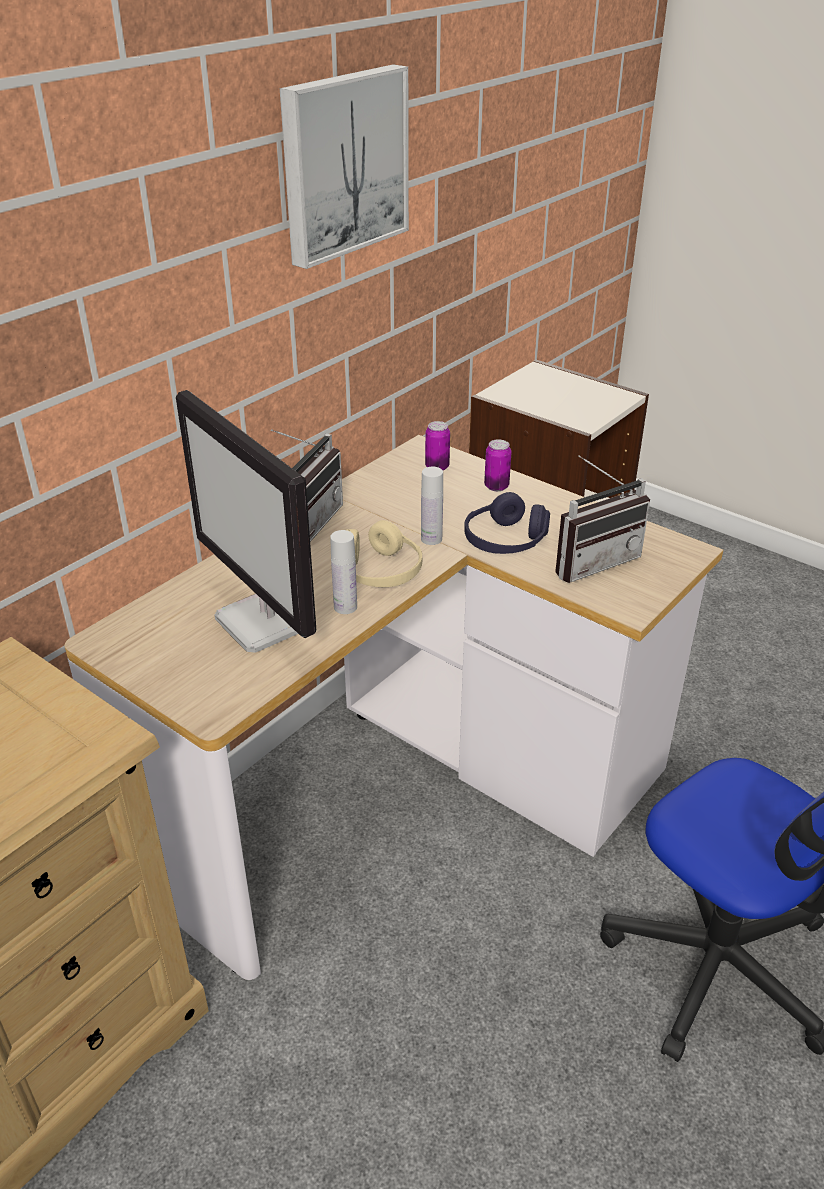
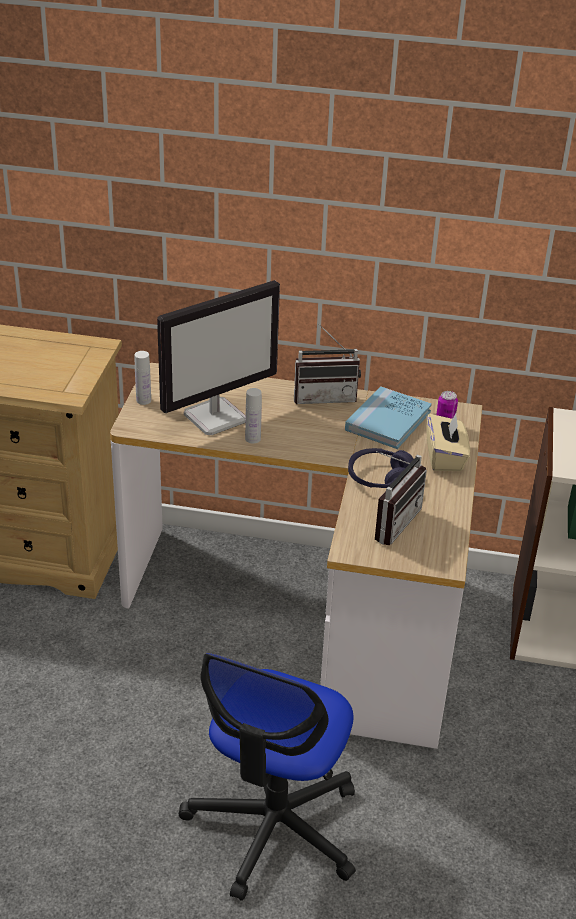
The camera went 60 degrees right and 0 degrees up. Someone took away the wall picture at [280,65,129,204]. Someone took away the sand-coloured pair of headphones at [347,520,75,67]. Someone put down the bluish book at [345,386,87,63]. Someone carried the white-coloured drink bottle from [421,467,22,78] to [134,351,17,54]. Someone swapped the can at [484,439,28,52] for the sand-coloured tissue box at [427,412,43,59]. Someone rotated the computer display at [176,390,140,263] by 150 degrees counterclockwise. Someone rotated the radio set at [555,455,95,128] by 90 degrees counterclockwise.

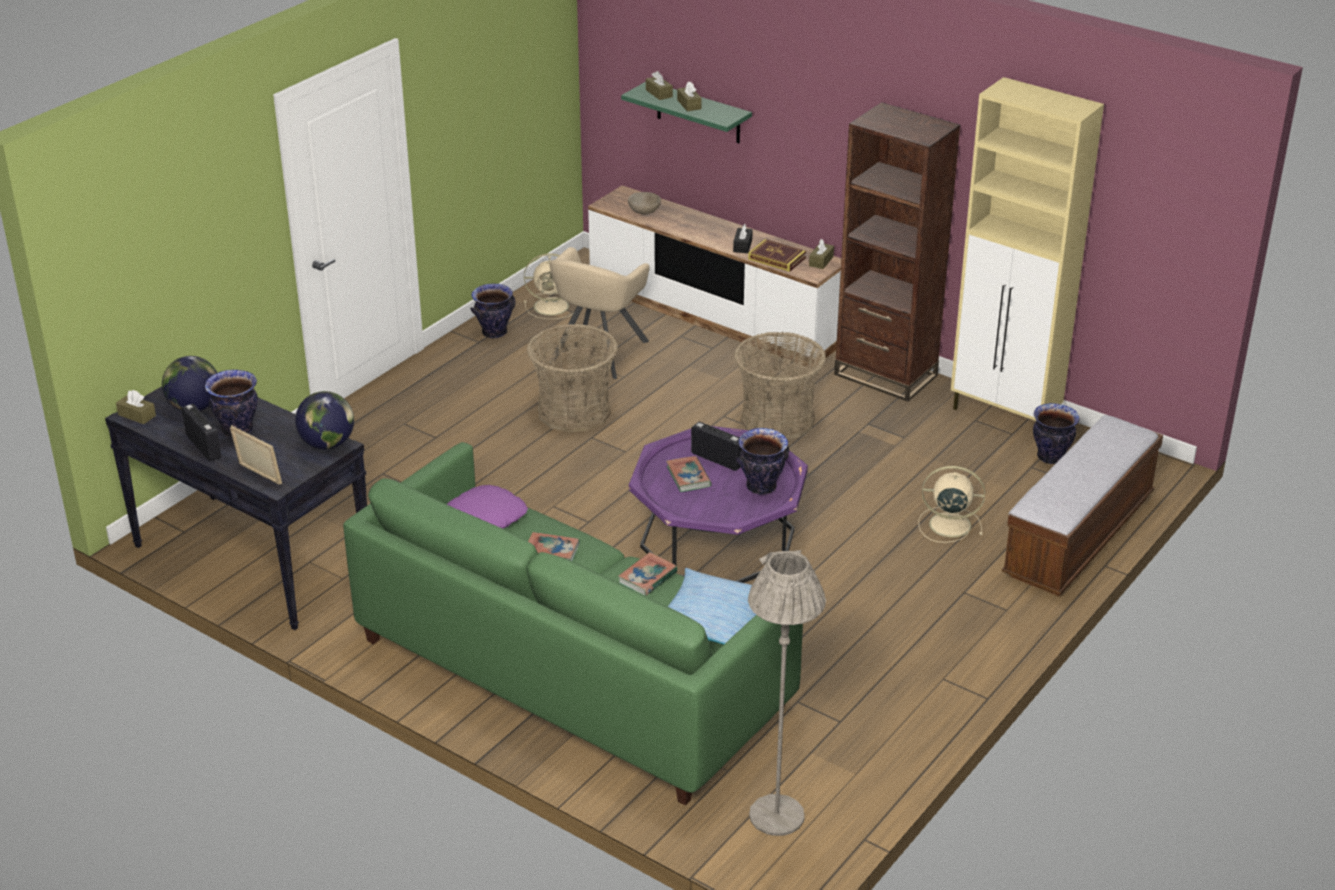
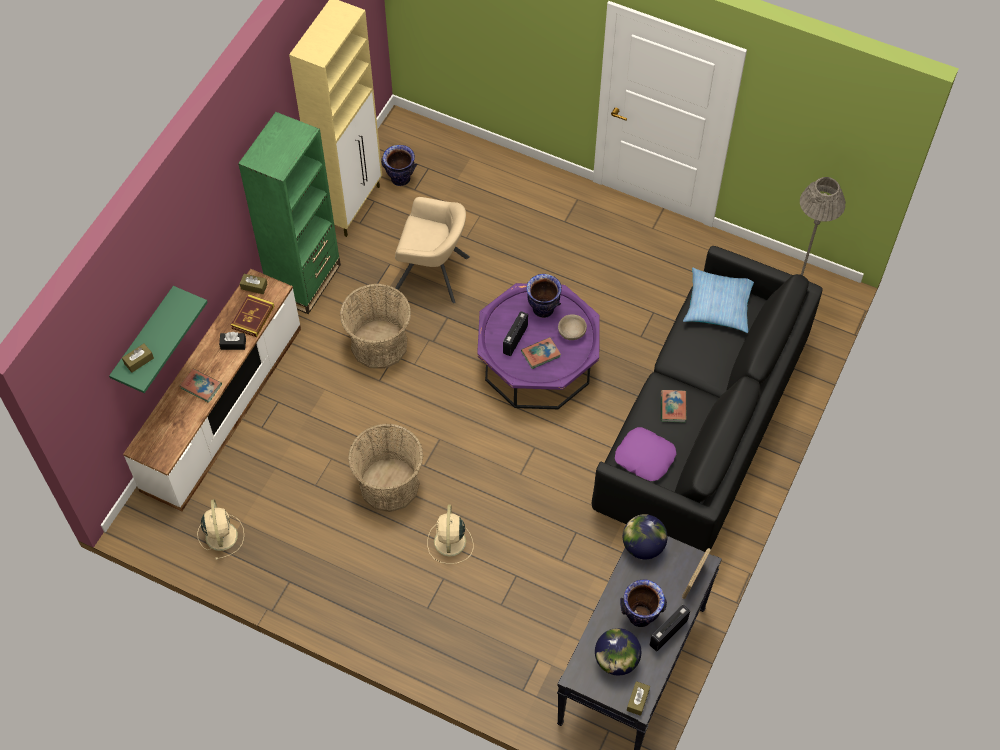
The camera went 100 degrees left and 25 degrees up. Someone took away the vase at [470,284,45,54]. Someone took away the brown-coloured tissue box at [677,82,25,29]. Someone took away the long seat at [1002,415,161,182]. Someone carried the sand-coloured armchair from [549,247,101,132] to [395,197,75,106]. Someone carried the book from [618,552,60,44] to [180,368,42,35]. Someone carried the sand-coloured serving bowl from [628,192,33,23] to [558,314,29,26]. Someone carried the sand-coloured fan from [918,466,67,77] to [427,505,46,59]. Someone repainted the greenish settee at [343,442,460,363], which became the black-coloured settee at [592,246,231,306]. Someone repainted the brown-coloured shelving unit at [834,102,127,300], which became the greenish shelving unit at [238,112,103,202].

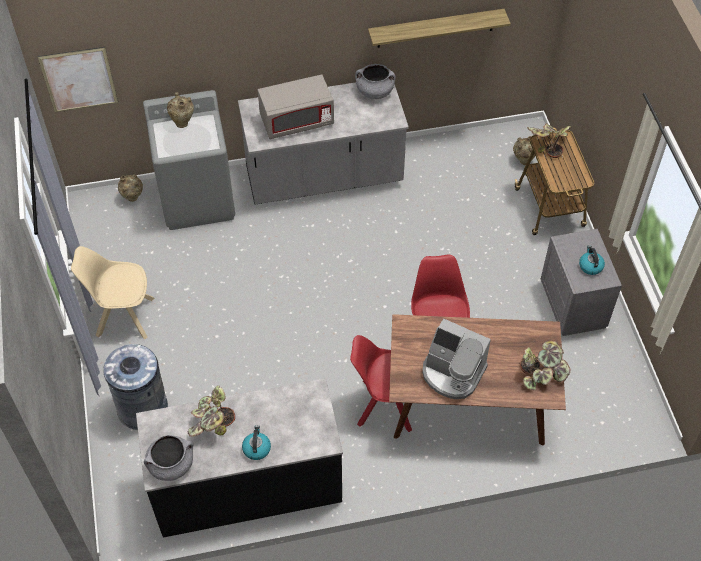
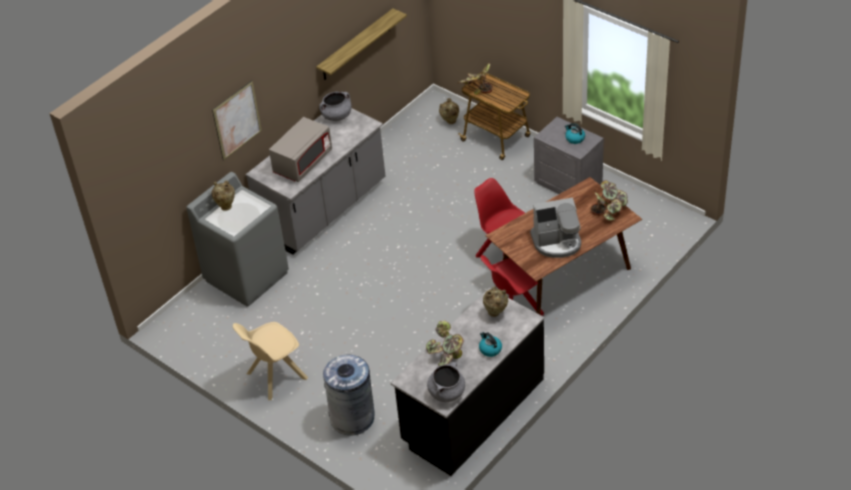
The camera went 35 degrees left and 10 degrees down. Someone carried the wall picture from [38,47,80,65] to [212,81,50,80]. Someone carried the sand-coloured vase from [118,174,25,28] to [483,286,25,31].

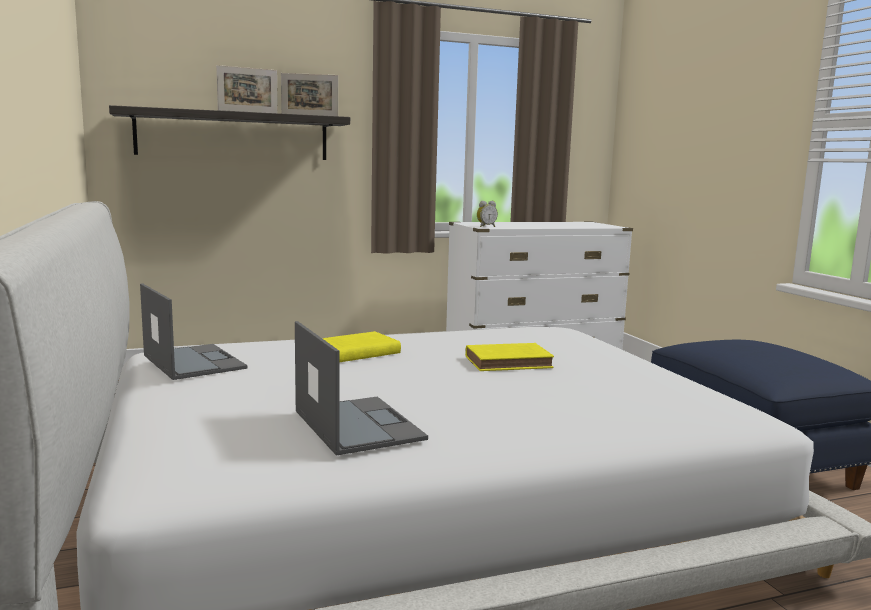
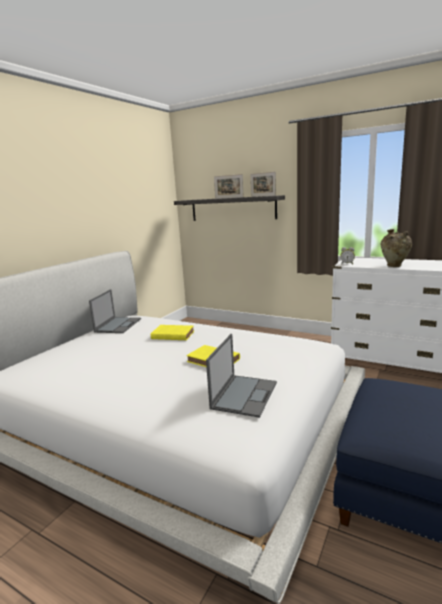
The camera went 50 degrees right and 5 degrees up. Someone put down the sand-coloured vase at [380,229,32,38]. Someone carried the laptop from [295,321,133,135] to [206,334,71,84].

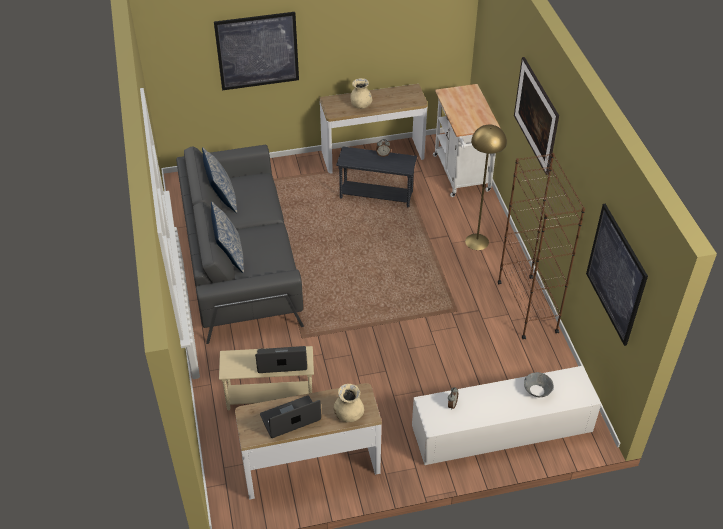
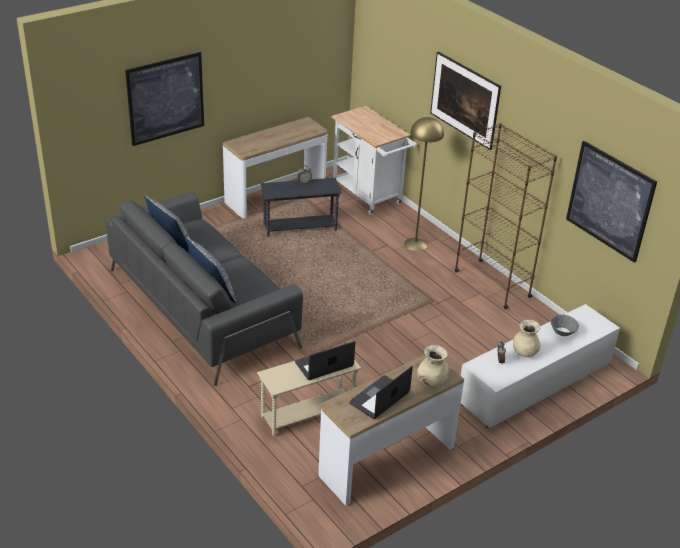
The camera went 25 degrees left and 10 degrees down. Someone carried the sand-coloured vase from [351,78,22,31] to [513,320,28,37].

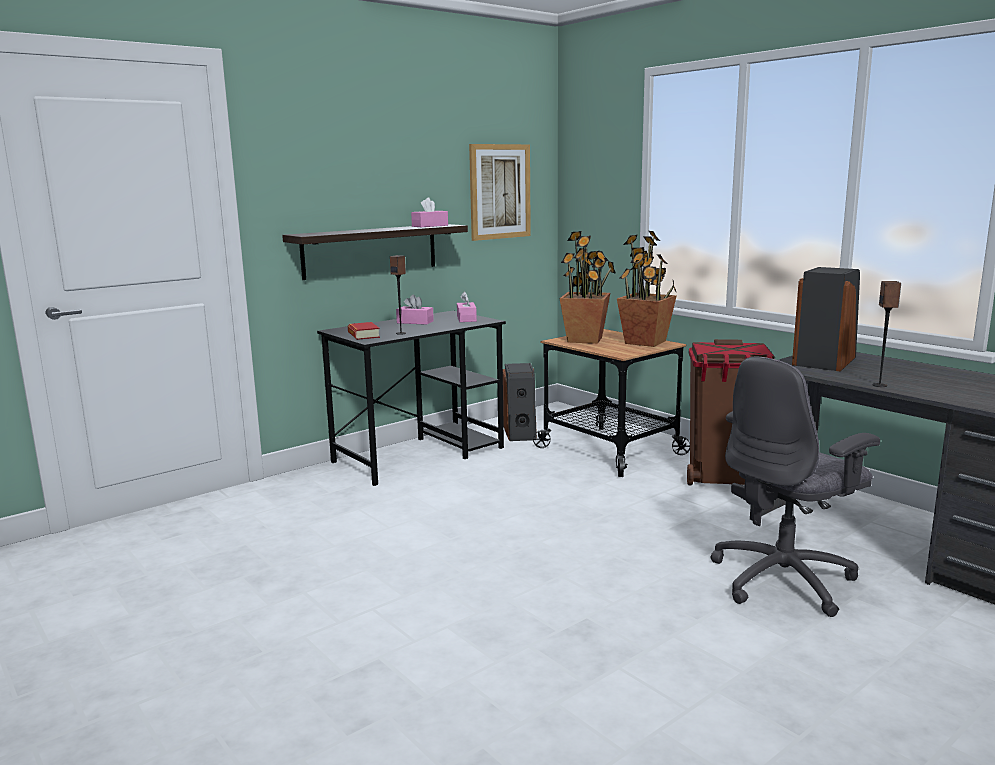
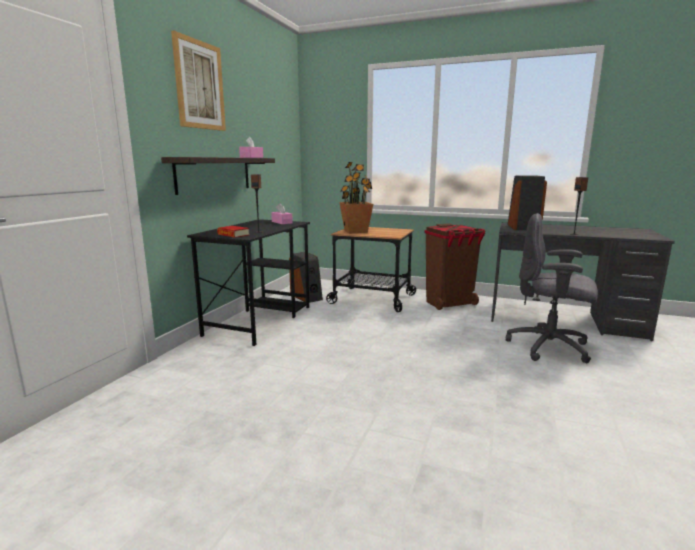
The camera went 30 degrees left and 0 degrees up. Someone took away the pink tissue box at [396,294,38,31]. Someone took away the plant in a pot at [617,231,60,116]. Someone carried the wall picture from [469,144,62,97] to [171,30,55,101]. Someone rotated the grey desk chair at [710,356,170,261] by 90 degrees clockwise.

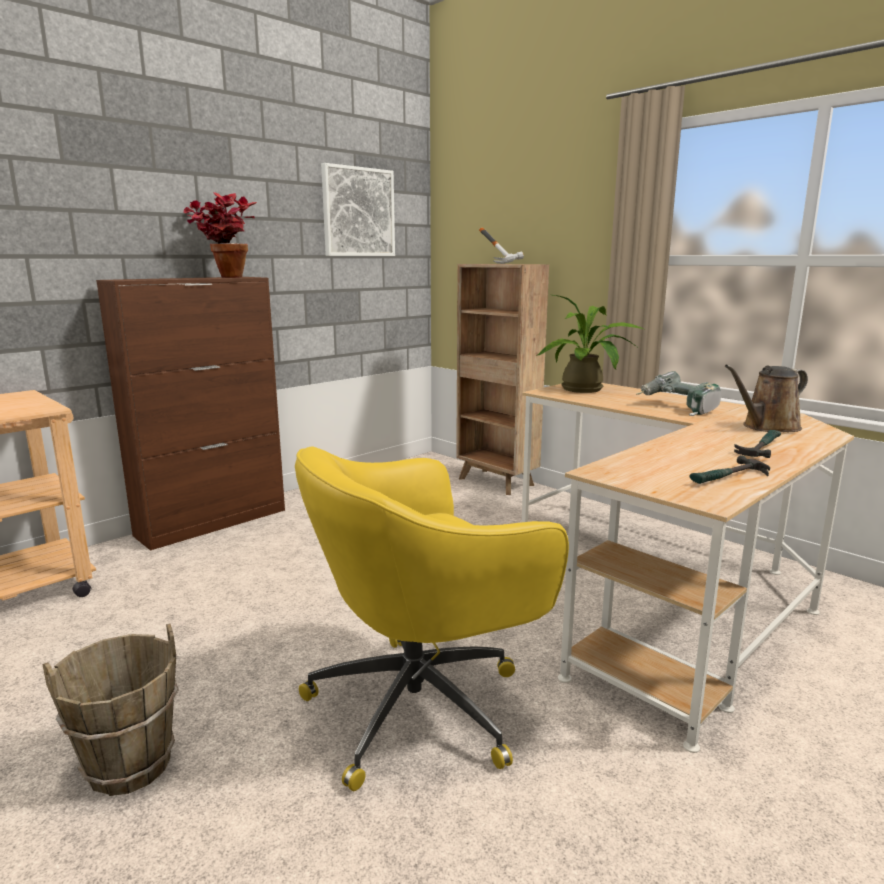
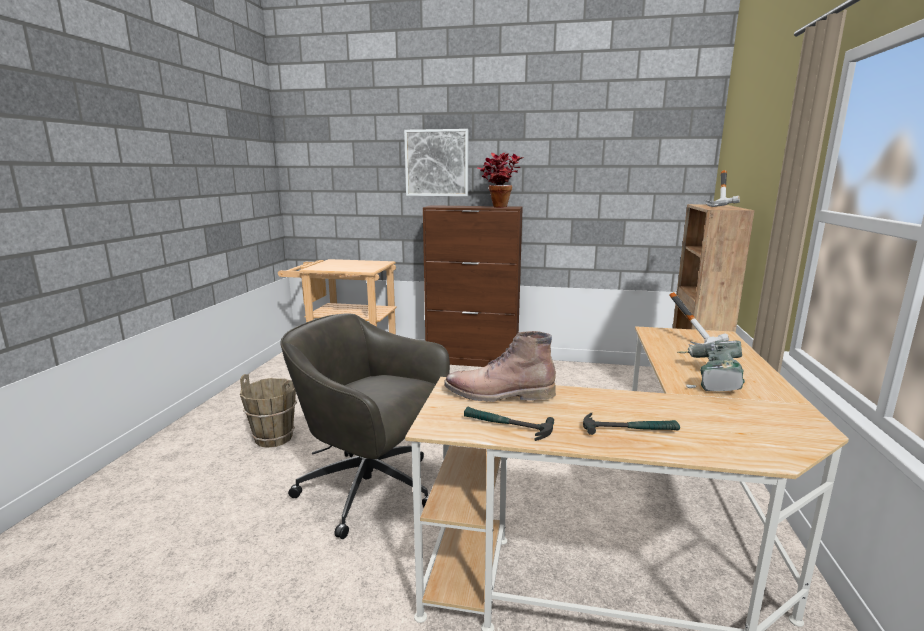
The camera went 55 degrees right and 0 degrees up. Someone took away the brown-coloured watering can at [725,364,83,68]. Someone put down the brown-coloured tall boot at [444,331,112,71]. Someone carried the wall picture from [321,163,74,93] to [404,129,64,67]. Someone swapped the plant in a pot at [536,295,108,98] for the tool hammer at [669,292,60,54]. Someone repainted the yellow desk chair at [295,446,274,345], which became the grey desk chair at [280,313,170,226].

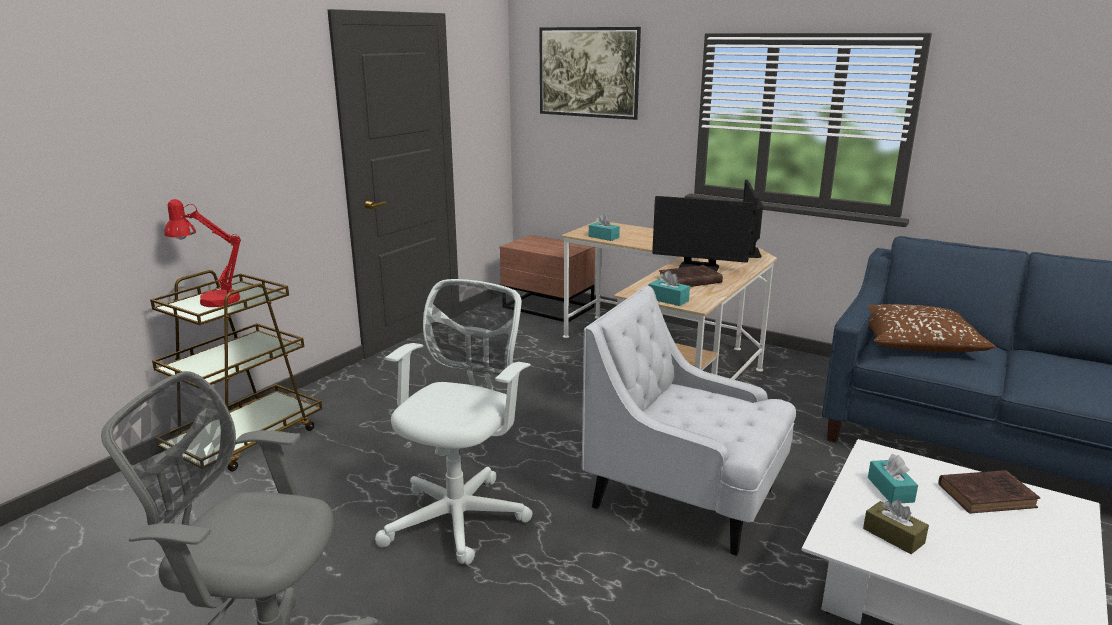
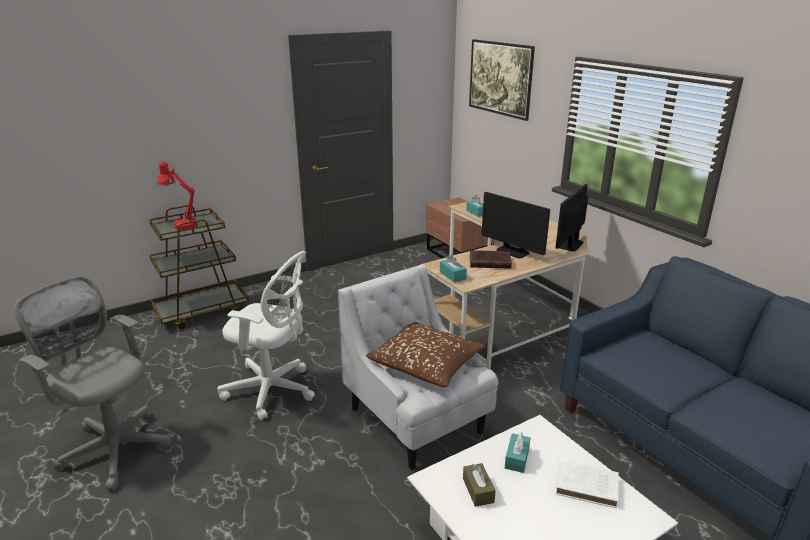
The camera went 25 degrees right and 5 degrees up. Someone carried the brown-coloured cushion from [868,304,128,48] to [366,322,120,65]. Someone repainted the brown-coloured book at [938,470,102,43], which became the white-coloured book at [556,460,63,48]. Someone rotated the white-coloured desk chair at [375,279,158,286] by 60 degrees clockwise.

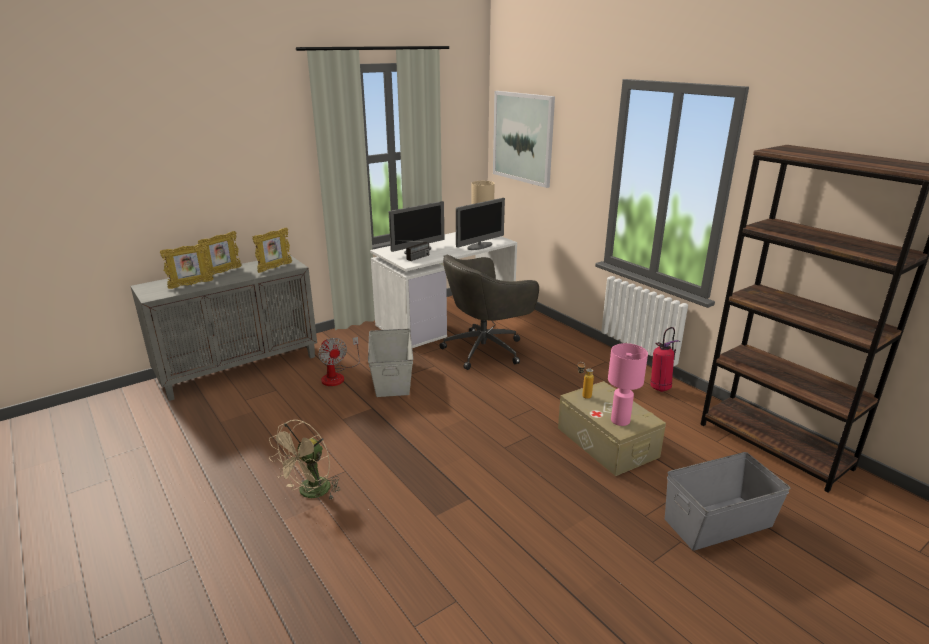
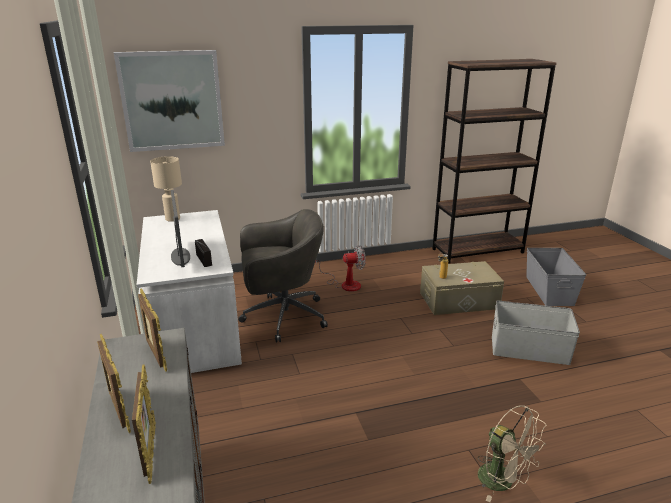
The camera went 70 degrees left and 0 degrees up. Someone took away the computer display at [456,198,49,52]. Someone took away the pink table lamp at [608,343,40,83]. Someone took away the fire extinguisher at [650,327,30,65]. Someone carried the fan from [318,337,42,49] to [315,245,51,47]. Someone carried the grey storage container from [368,329,45,68] to [492,301,88,64]. Someone rotated the grey desk chair at [439,255,100,115] by 90 degrees counterclockwise.

